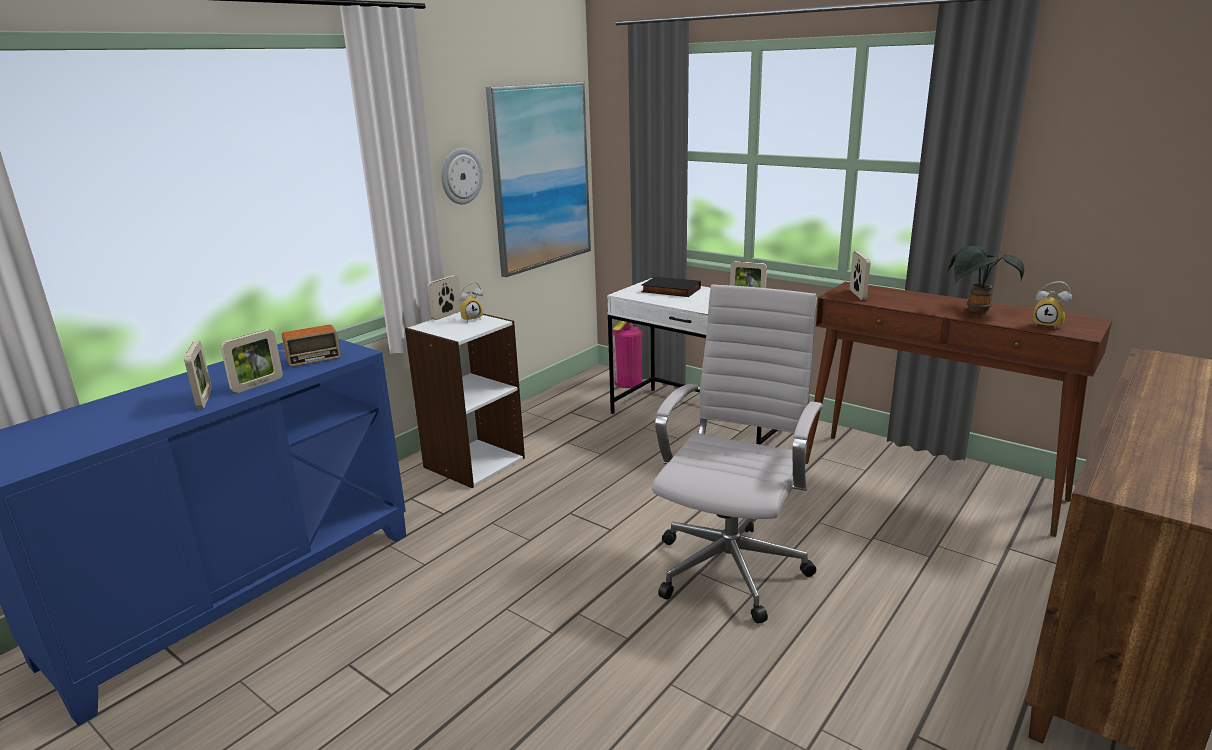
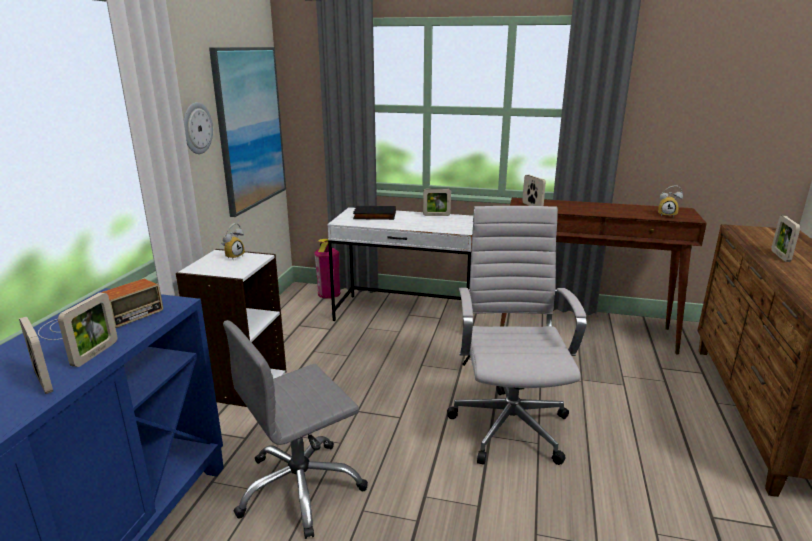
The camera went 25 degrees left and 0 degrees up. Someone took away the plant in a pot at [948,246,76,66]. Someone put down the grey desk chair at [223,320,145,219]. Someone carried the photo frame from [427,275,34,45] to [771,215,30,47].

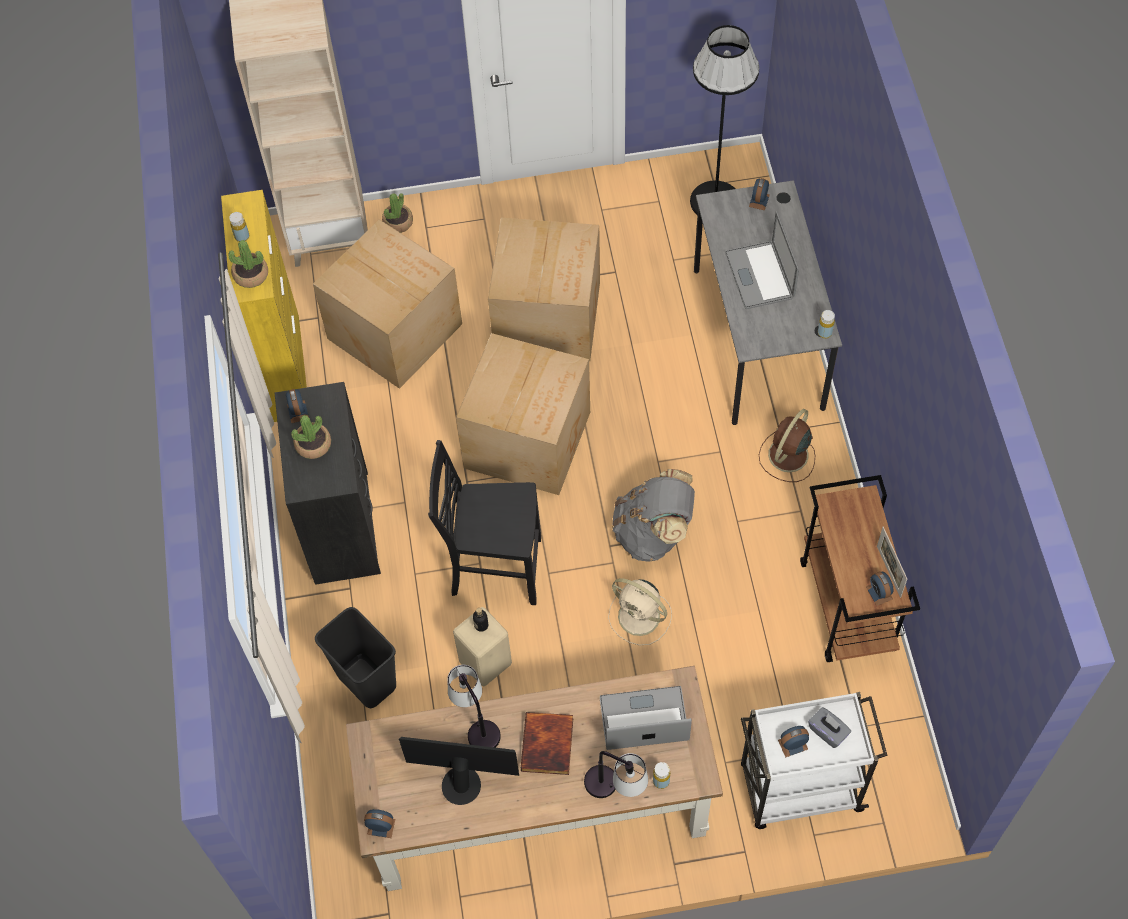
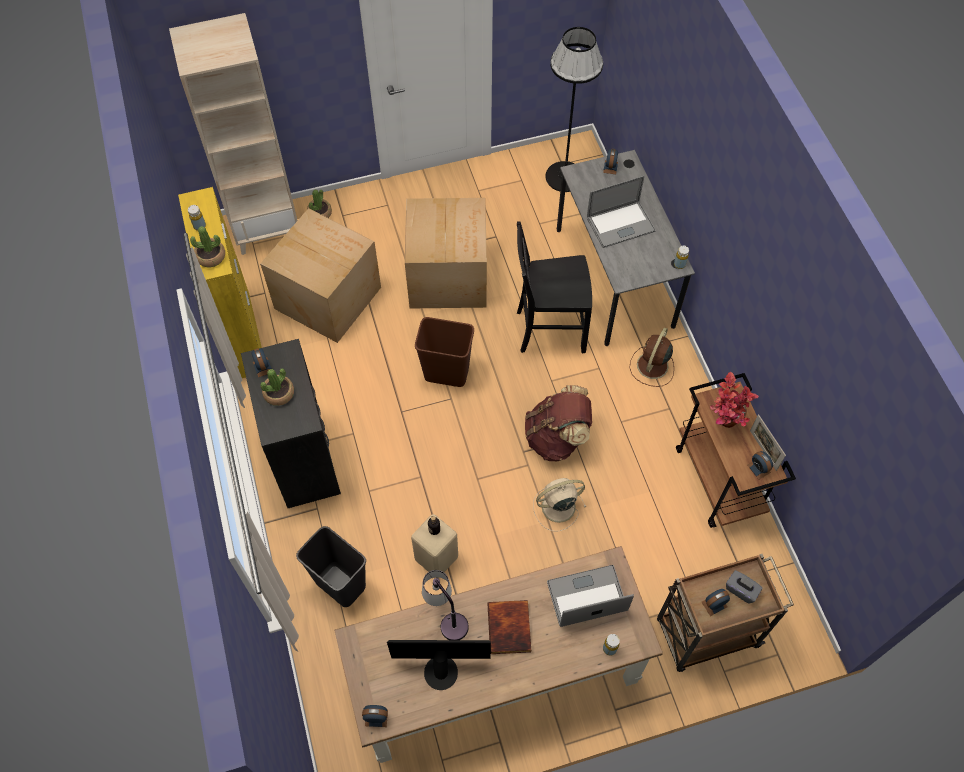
The camera went 10 degrees left and 0 degrees up. Someone took away the table lamp at [584,751,64,47]. Someone put down the plant in a pot at [710,372,49,56]. Someone carried the black-coloured plain chair from [428,440,113,165] to [517,221,75,132]. Someone swapped the packing box at [456,333,134,162] for the brown-coloured trash can at [415,317,59,70]. Someone repainted the grey knapsack at [612,469,83,93], which became the brown-coloured knapsack at [525,385,67,76]. Someone repainted the white-coloured wheeled cart at [741,692,146,137], which became the brown-coloured wheeled cart at [657,554,137,118]. Someone rotated the sand-coloured fan at [608,578,64,68] by 135 degrees clockwise. Someone rotated the laptop at [725,211,74,98] by 90 degrees counterclockwise.

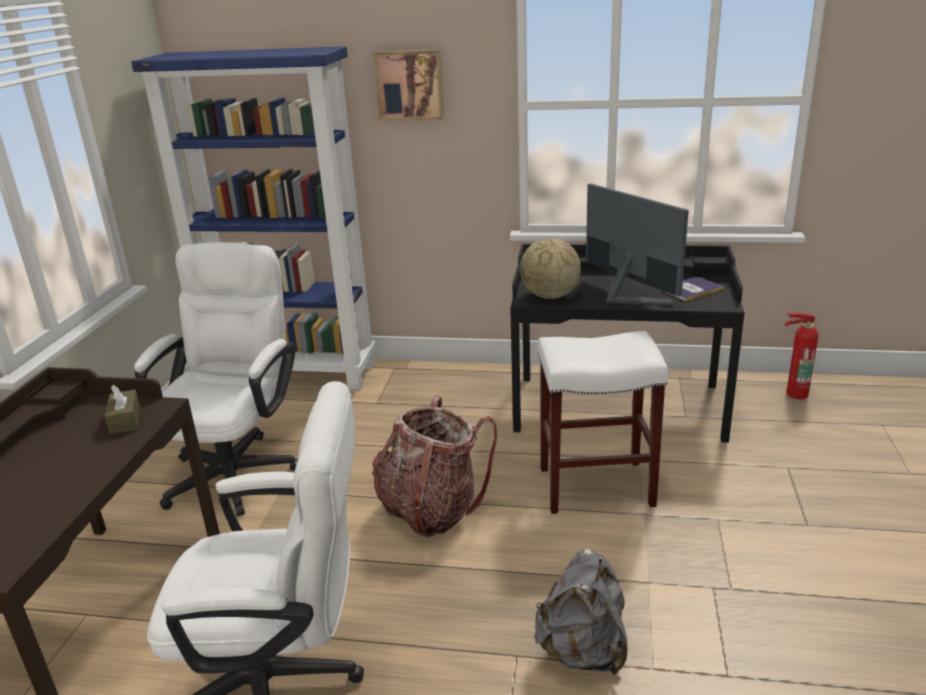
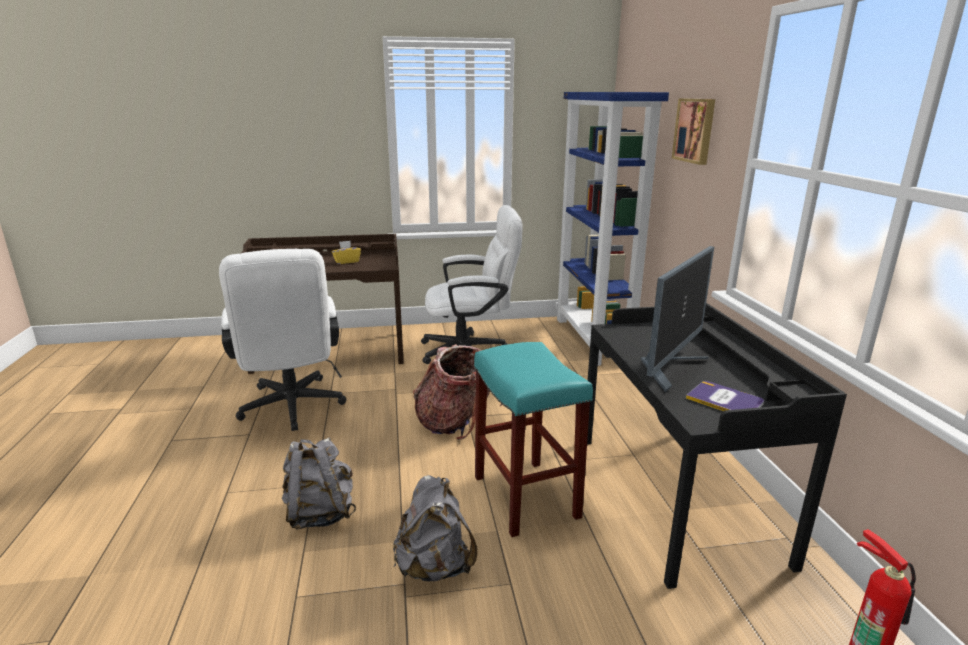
The camera went 70 degrees right and 5 degrees down. Someone took away the brown-coloured tissue box at [105,385,35,49]. Someone took away the desk globe at [520,238,61,61]. Someone put down the yellow tissue box at [332,240,29,24]. Someone put down the grey knapsack at [393,475,84,107]. Someone repainted the white-coloured sitting stool at [538,331,131,183], which became the turquoise sitting stool at [474,342,119,195].

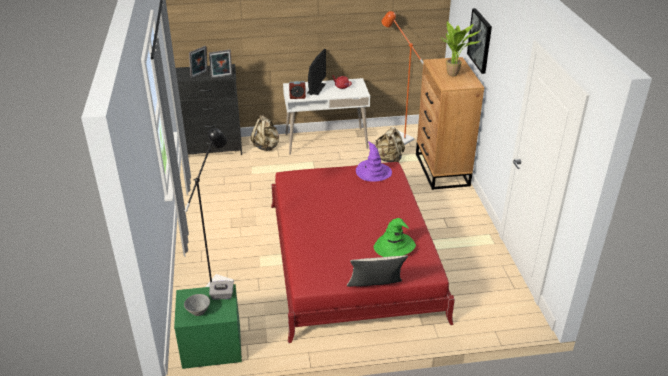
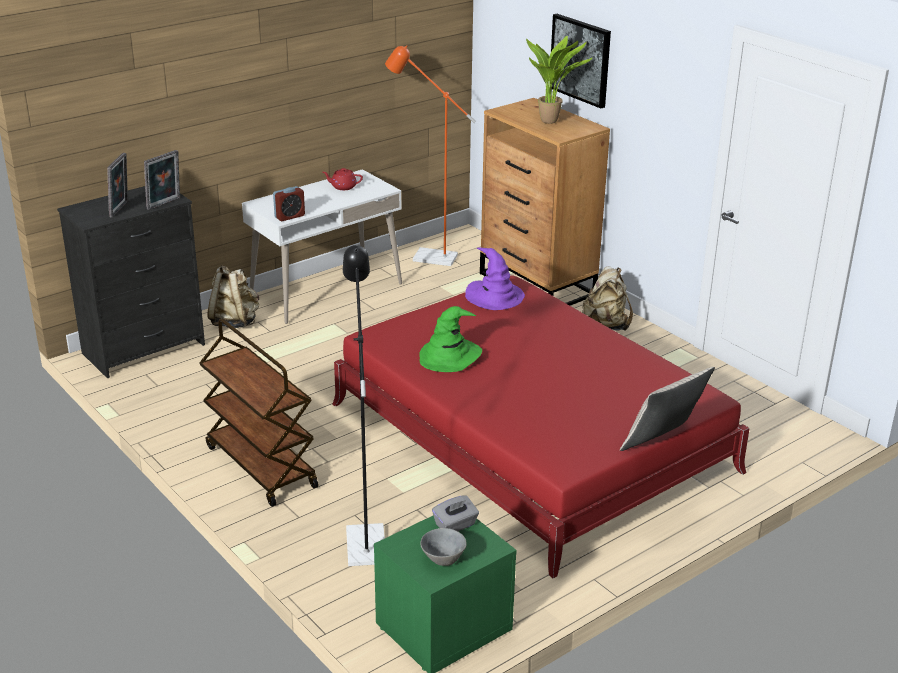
The camera went 30 degrees left and 5 degrees down. Someone took away the computer display at [307,49,19,46]. Someone put down the brown-coloured wheeled cart at [200,318,119,189]. Someone carried the greenish hat from [374,218,42,39] to [419,306,63,66]. Someone carried the sand-coloured knapsack from [375,127,30,35] to [582,267,51,64].

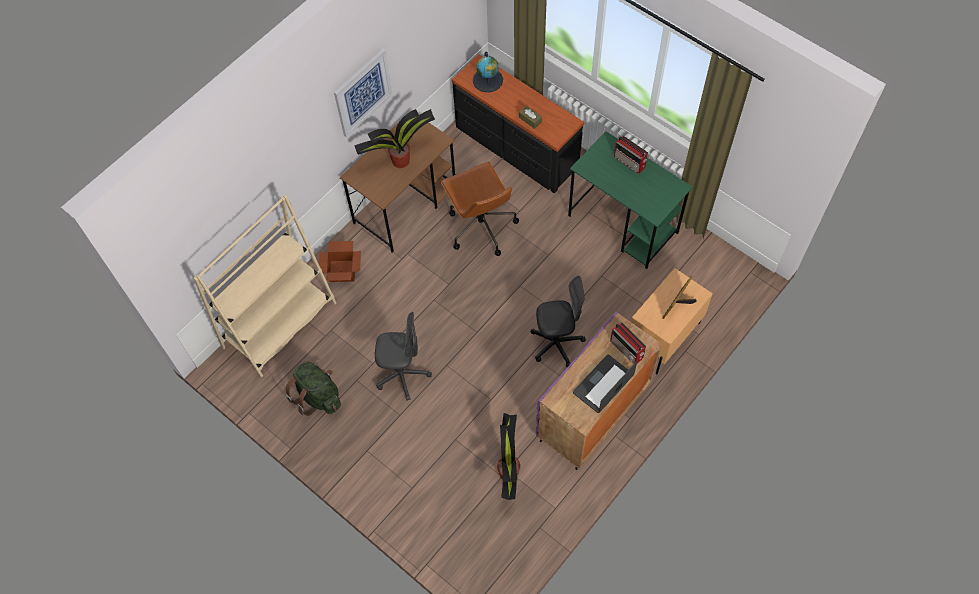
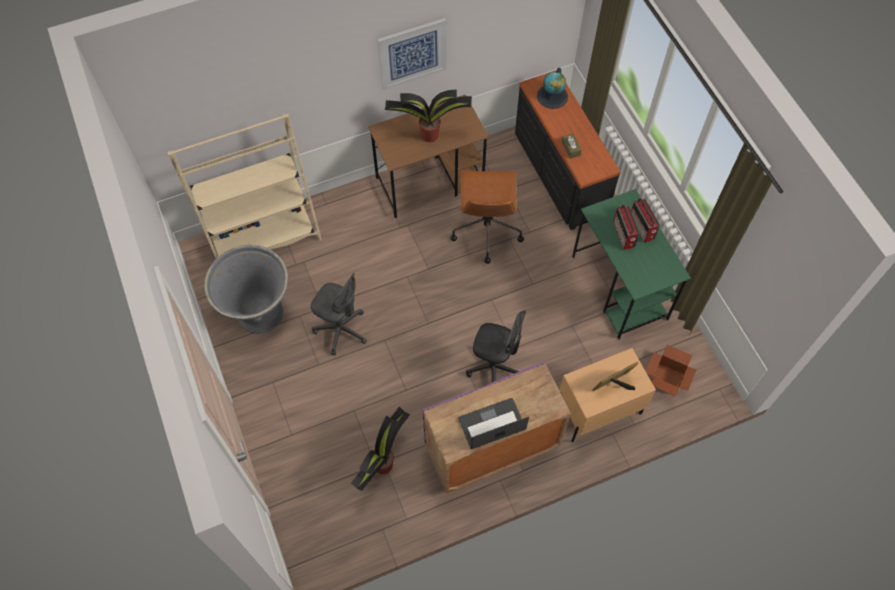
The camera went 25 degrees right and 0 degrees up. Someone carried the packing box from [319,241,42,41] to [646,345,51,51]. Someone carried the radio set from [610,323,36,41] to [613,204,27,46]. Someone swapped the greenish knapsack at [285,361,56,55] for the grey plant pot at [204,245,84,89].

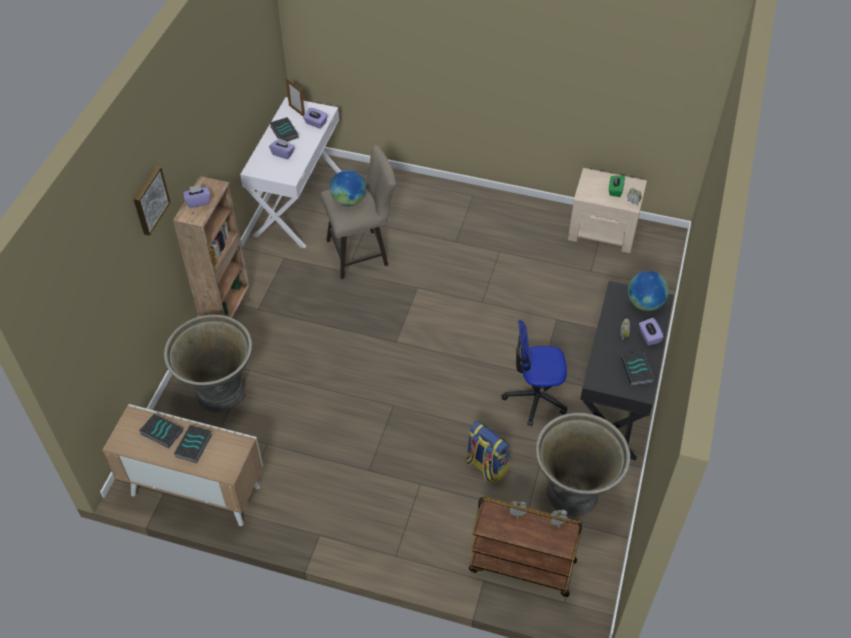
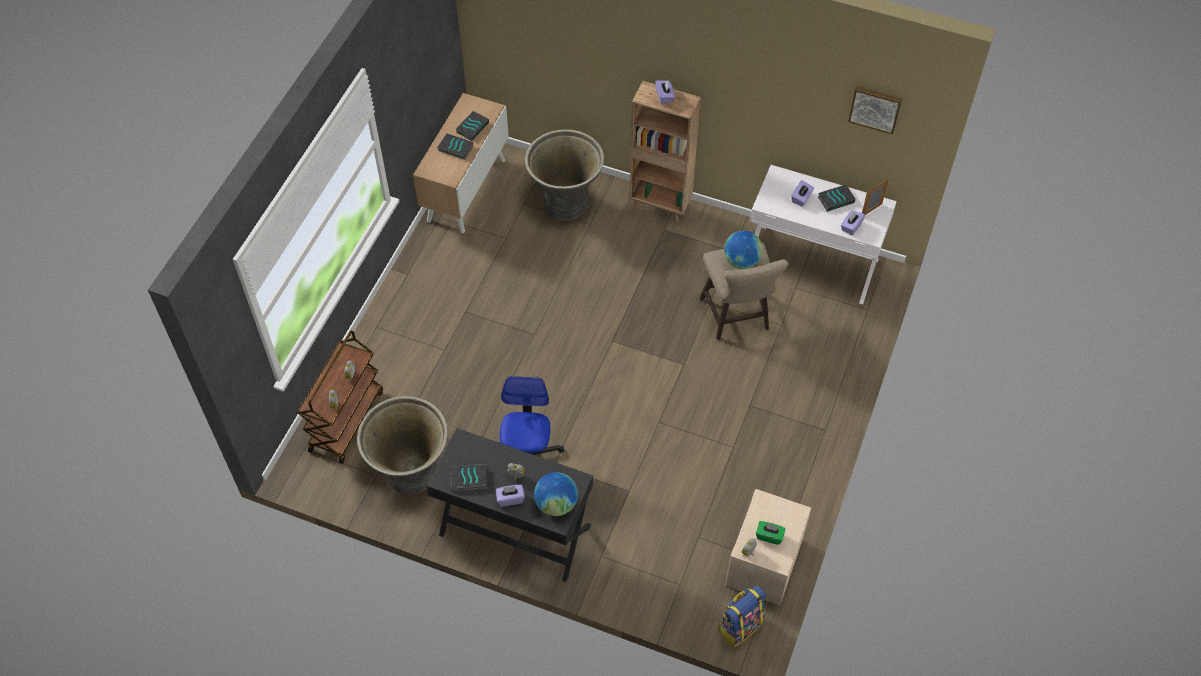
The camera went 95 degrees right and 5 degrees up. Someone carried the wall picture from [134,166,36,70] to [848,86,54,49]. Someone carried the knapsack from [466,421,44,63] to [718,586,48,62].

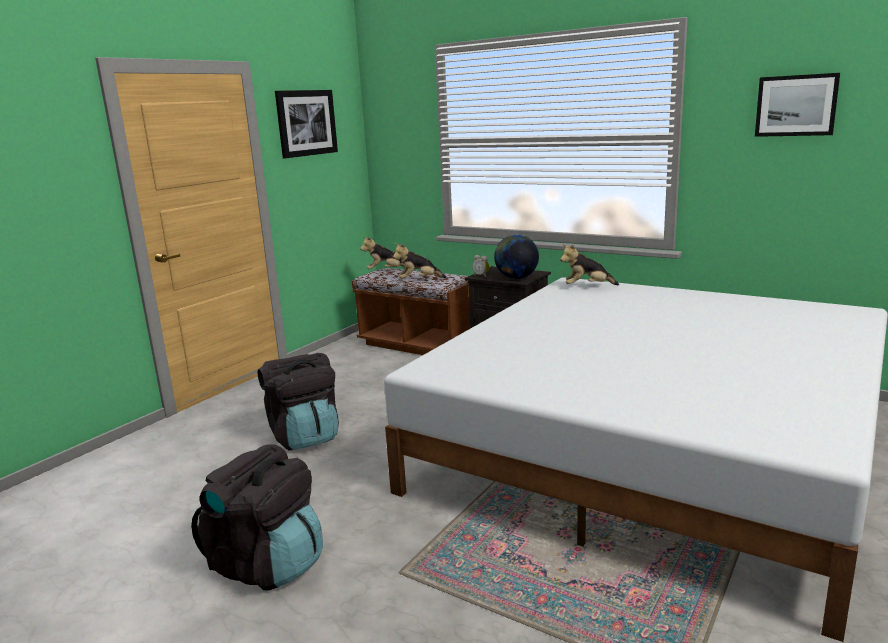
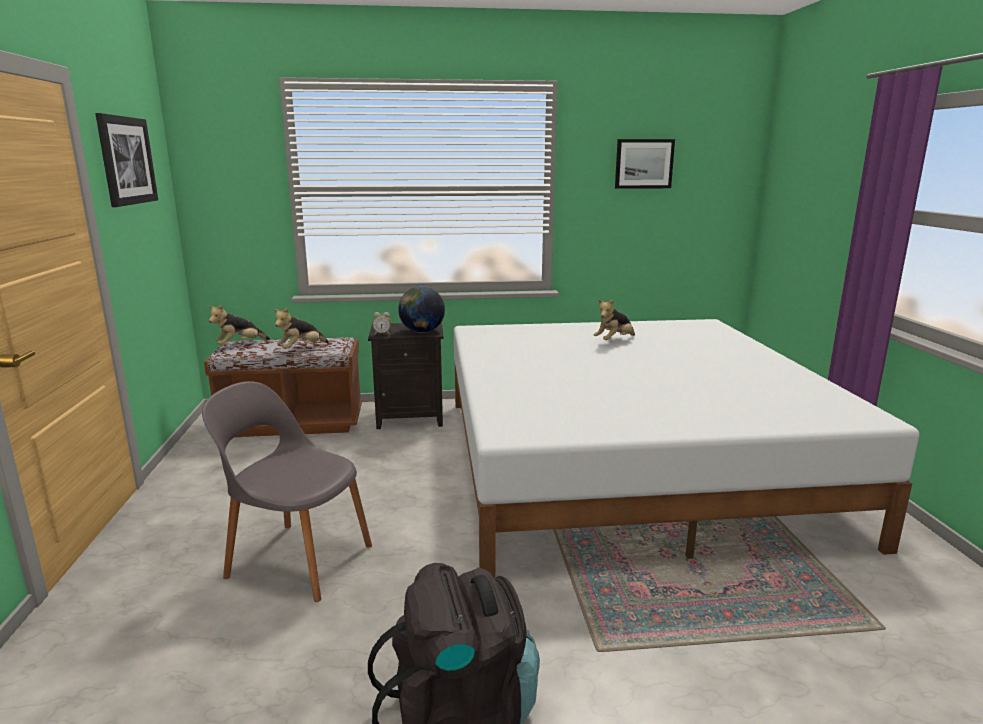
The camera went 40 degrees left and 0 degrees up. Someone carried the cuddly toy from [560,244,59,41] to [593,299,42,41]. Someone swapped the black-coloured knapsack at [258,353,81,98] for the grey plain chair at [202,381,170,221].

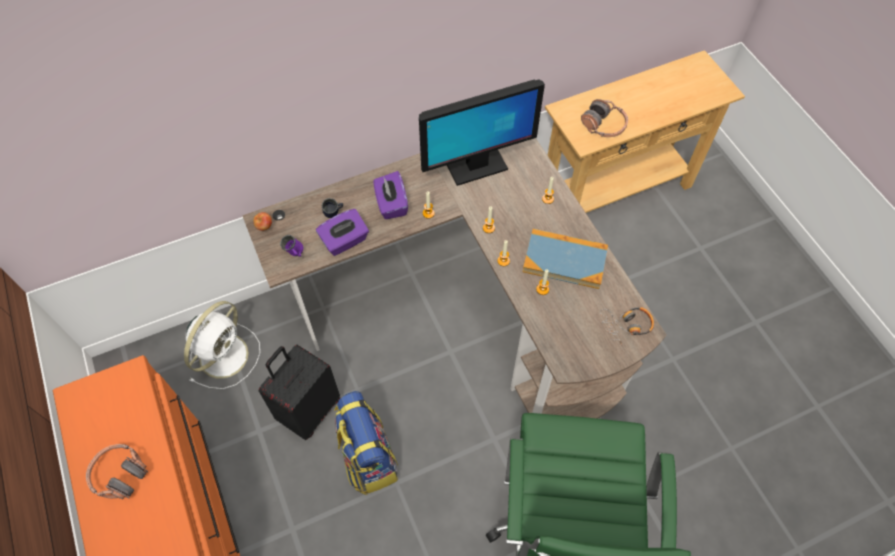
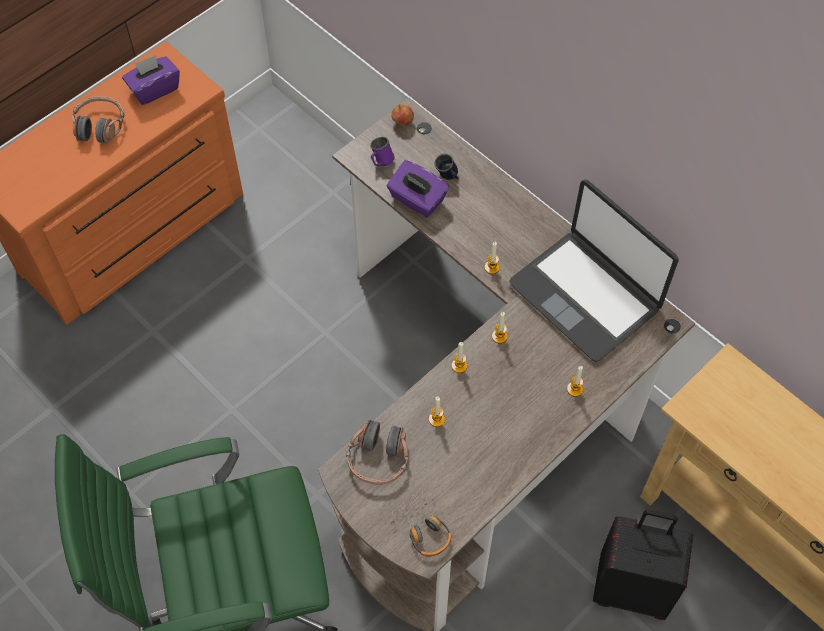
The camera went 70 degrees right and 0 degrees up. Someone took away the white-coloured fan at [184,301,76,88]. Someone took away the knapsack at [335,391,63,104]. Someone took away the book at [523,229,85,60]. Someone carried the black-coloured piece of luggage from [259,345,81,95] to [593,510,100,110]. Someone carried the purplish tissue box from [373,171,35,48] to [122,55,58,50]. Someone carried the pair of headphones from [581,99,47,38] to [346,419,62,66]. Someone swapped the computer display at [419,79,126,107] for the laptop at [509,179,170,183].

